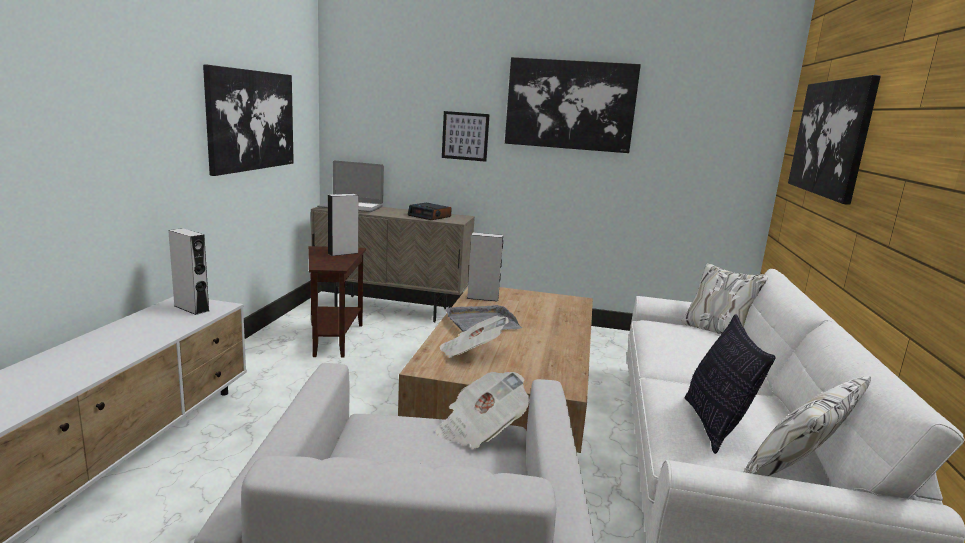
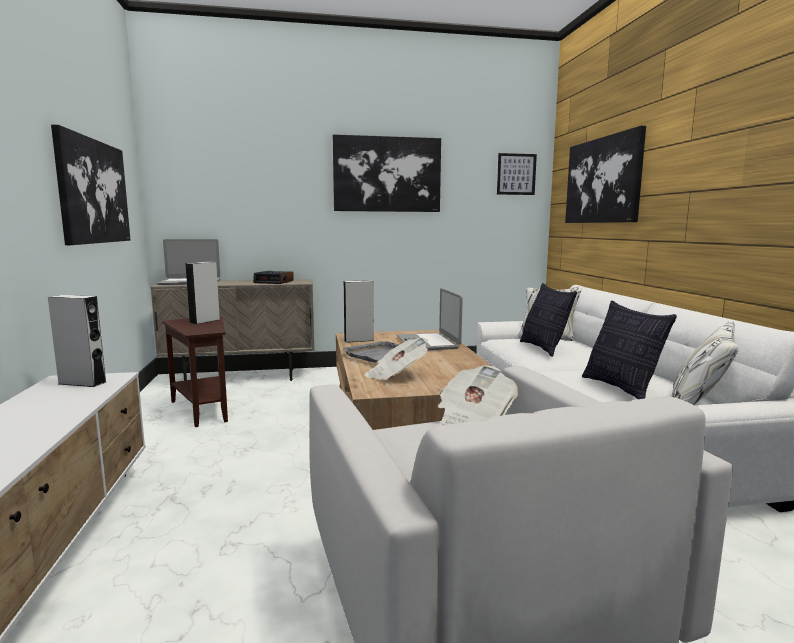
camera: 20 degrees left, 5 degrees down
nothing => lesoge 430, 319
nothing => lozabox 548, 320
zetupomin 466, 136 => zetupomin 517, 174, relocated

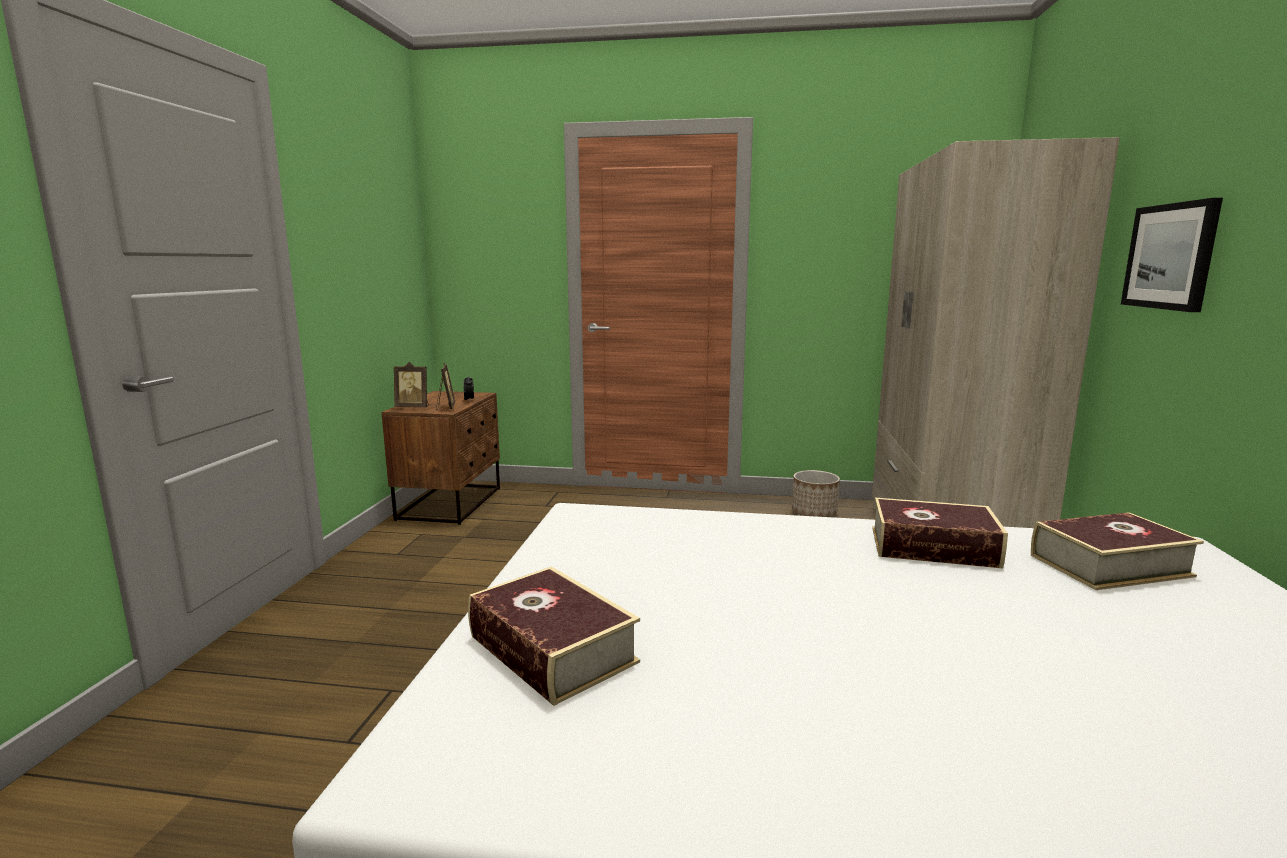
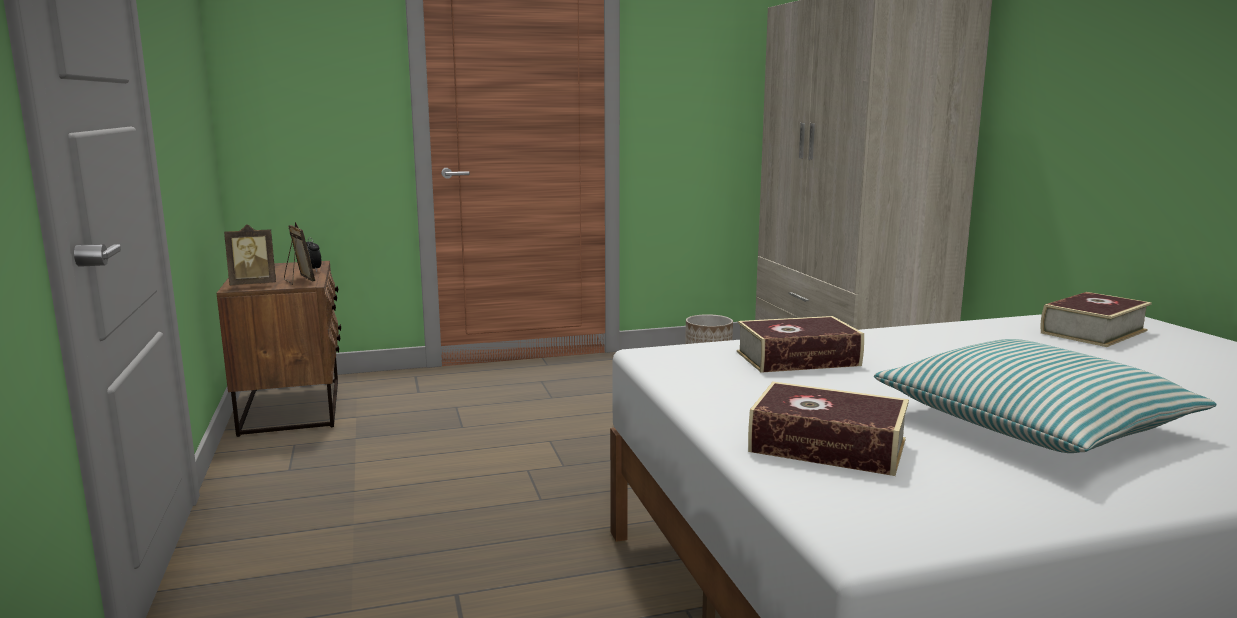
camera: 25 degrees left, 0 degrees up
zetupomin 1172, 255 => nothing
nothing => lozabox 1045, 396
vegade 940, 533 => vegade 800, 344, relocated

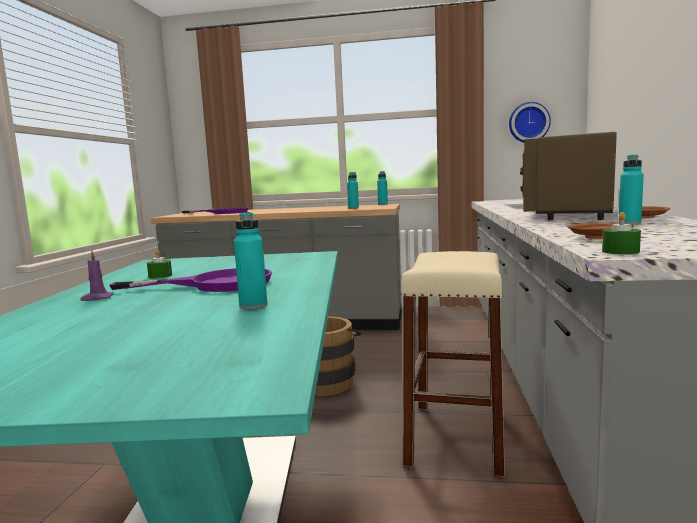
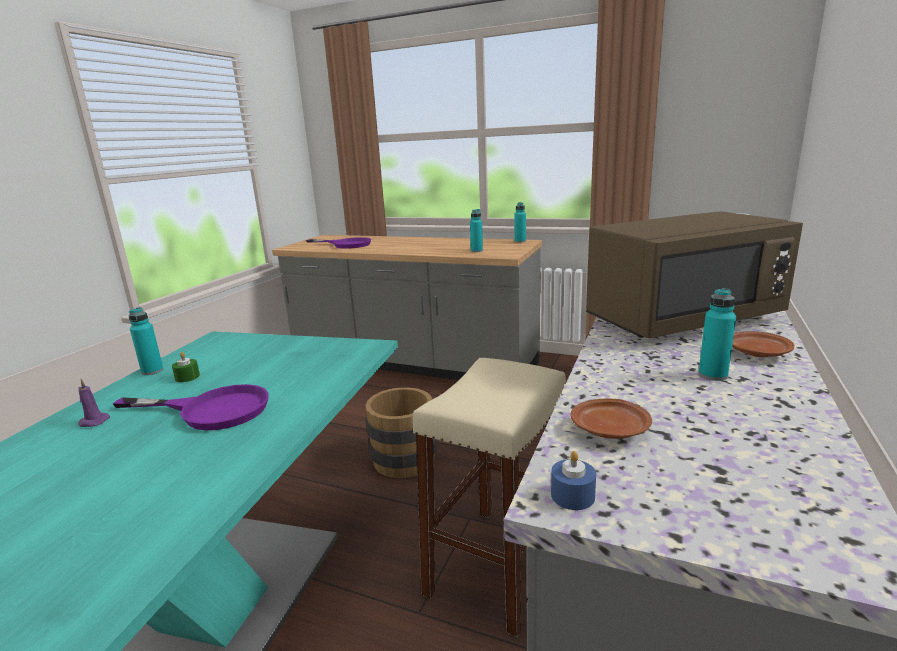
camera: 15 degrees right, 10 degrees up
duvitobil 530, 122 => nothing
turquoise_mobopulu 251, 260 => turquoise_mobopulu 146, 341, relocated
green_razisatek 621, 233 => blue_razisatek 573, 480
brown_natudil 568, 176 => brown_natudil 694, 274, 150 degrees counterclockwise

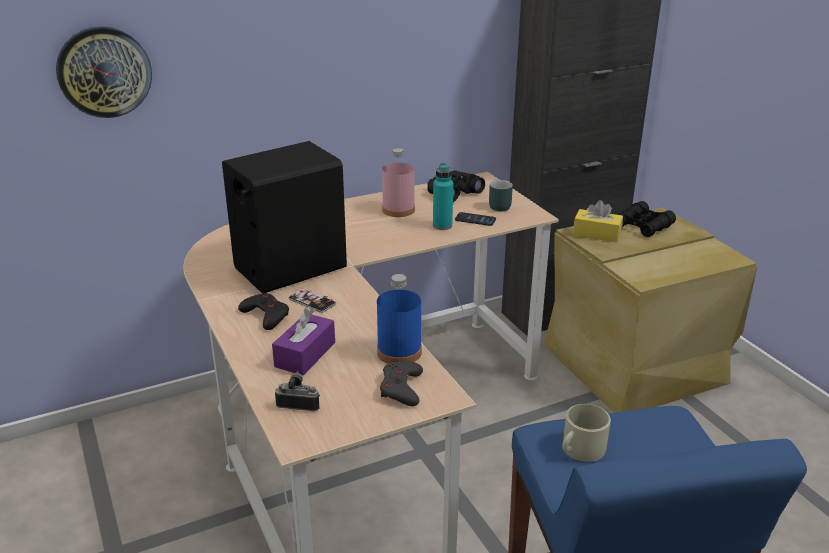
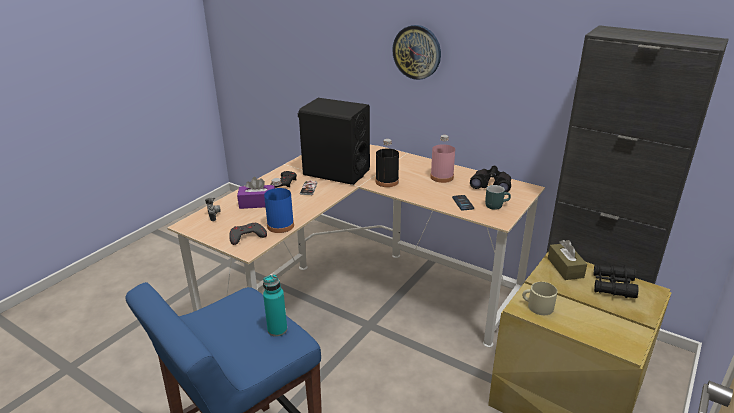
camera: 60 degrees right, 0 degrees up
nothing => black_mobopulu 387, 163
duvitobil 104, 72 => duvitobil 416, 52, relocated
turquoise_mobopulu 443, 196 => turquoise_mobopulu 275, 305, relocated
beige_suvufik 586, 433 => beige_suvufik 540, 298, relocated
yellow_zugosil 598, 221 => brown_zugosil 567, 260

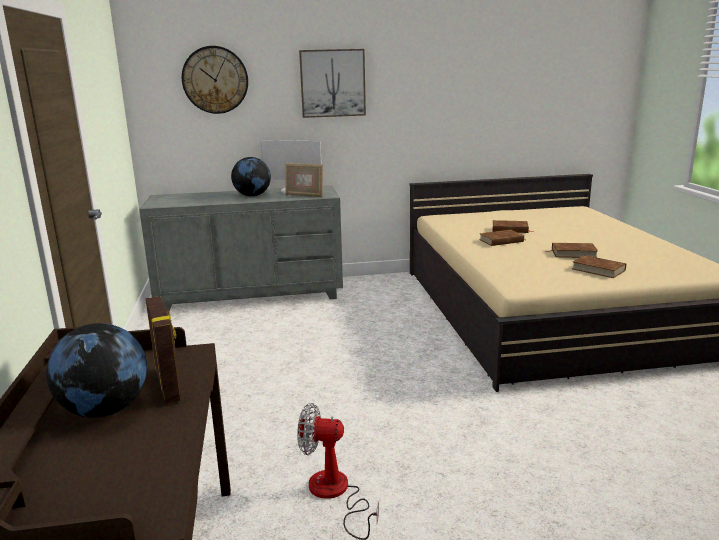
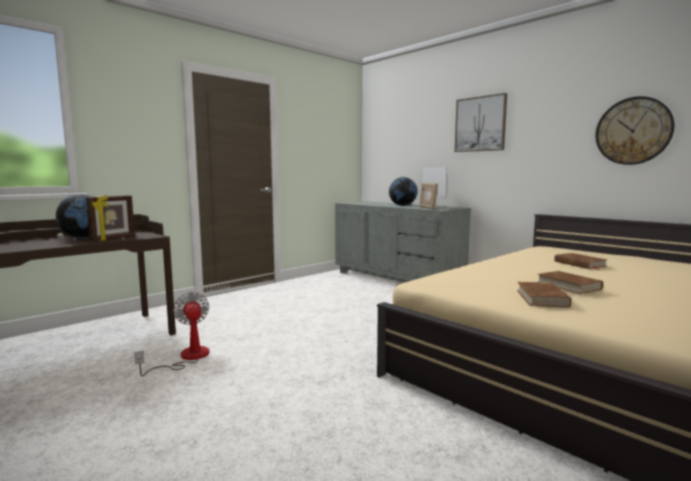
camera: 55 degrees right, 10 degrees down
brown_vegade 501, 238 => nothing
duvitobil 215, 80 => duvitobil 635, 130, relocated

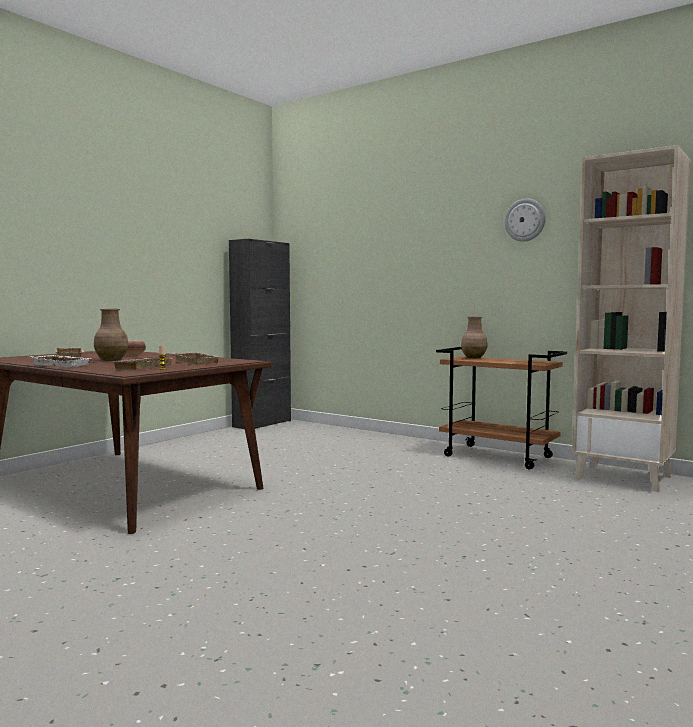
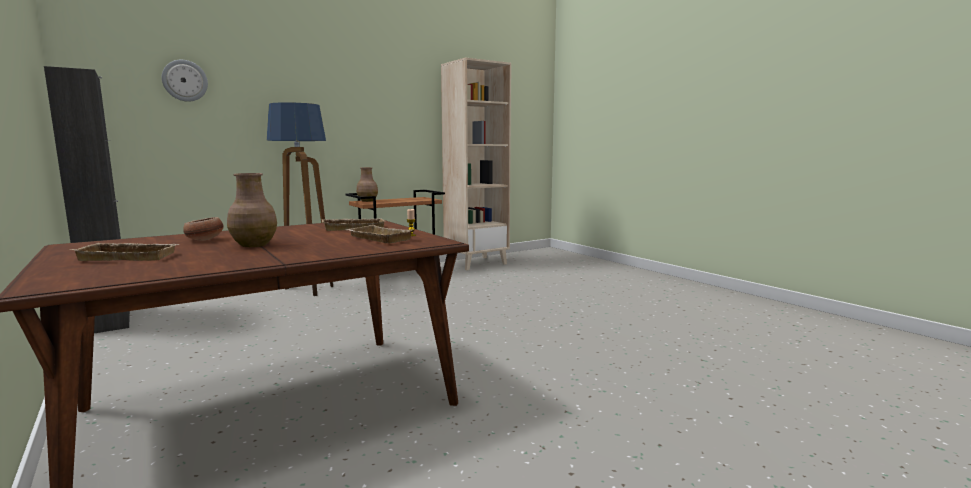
camera: 70 degrees left, 5 degrees up
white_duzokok 61, 361 => nothing
nothing => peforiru 300, 199
duvitobil 525, 220 => duvitobil 185, 81, relocated

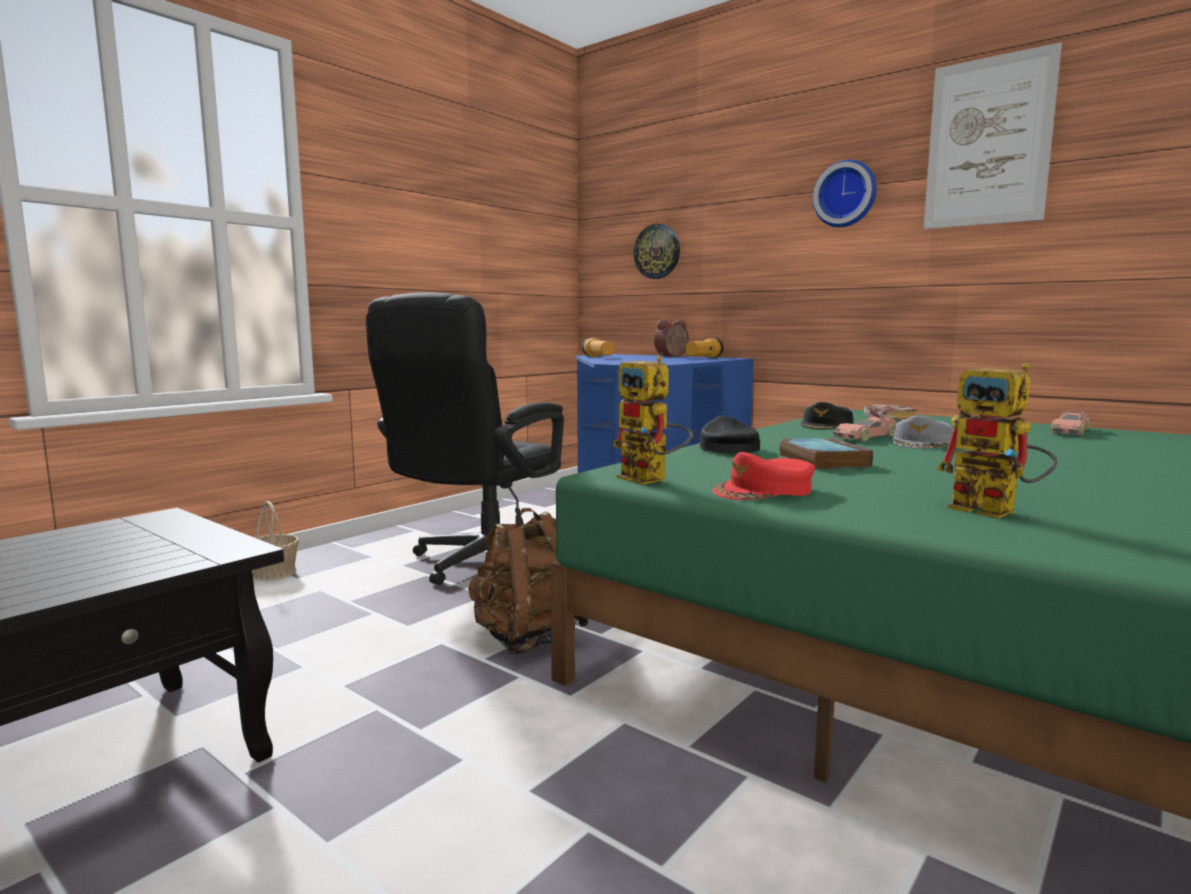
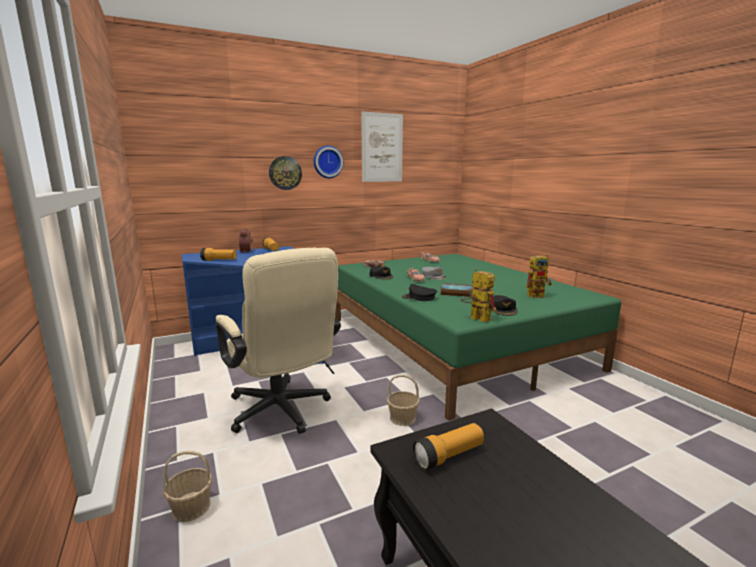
camera: 65 degrees left, 5 degrees up
nothing => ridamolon 448, 446
duvitobil 657, 251 => duvitobil 285, 173, relocated
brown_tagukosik 528, 581 => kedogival 403, 400
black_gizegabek 465, 438 => beige_gizegabek 278, 341
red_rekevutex 764, 476 => black_rekevutex 503, 305
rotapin 653, 420 => rotapin 479, 295, 120 degrees counterclockwise

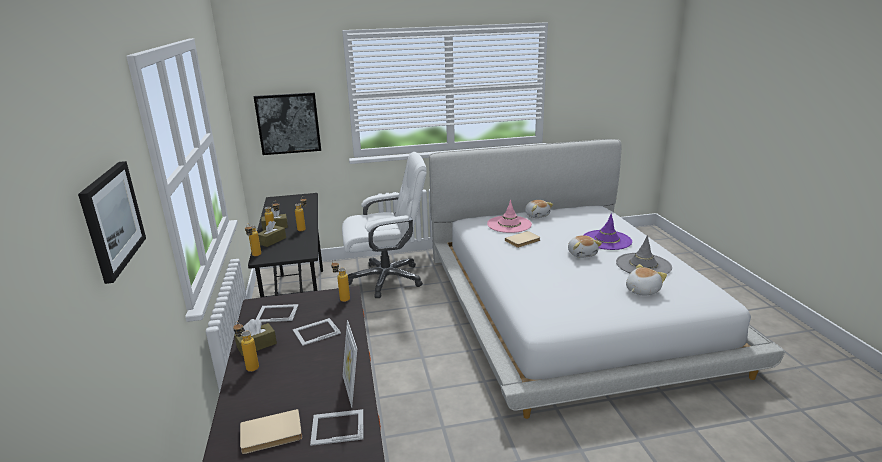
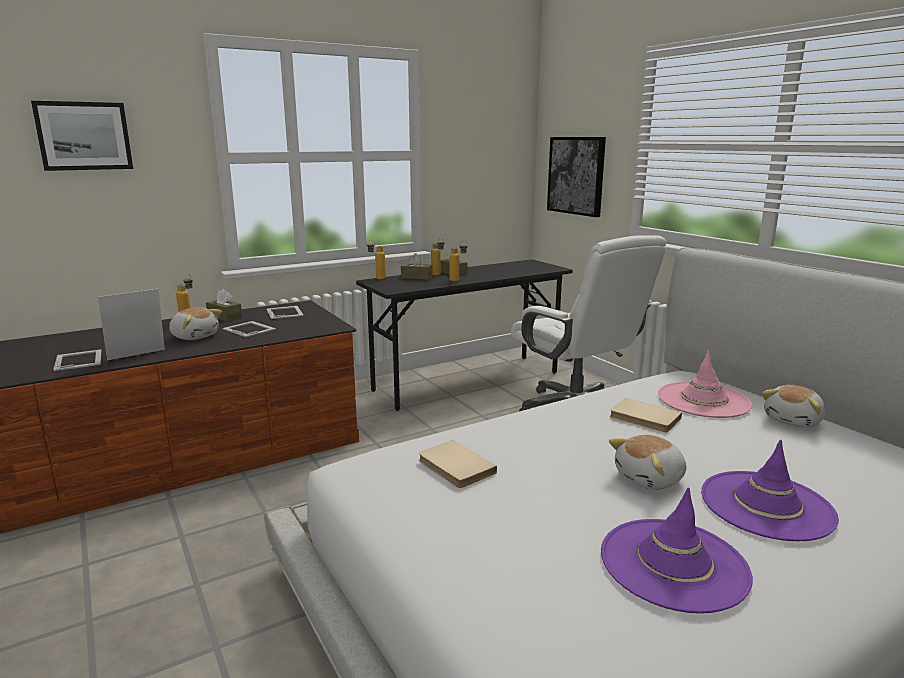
camera: 70 degrees right, 5 degrees down
mobopulu 340, 281 => nothing
beige_vegade 271, 431 => beige_vegade 458, 464, relocated
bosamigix 646, 280 => bosamigix 195, 323, relocated
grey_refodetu 644, 254 => purple_refodetu 677, 550

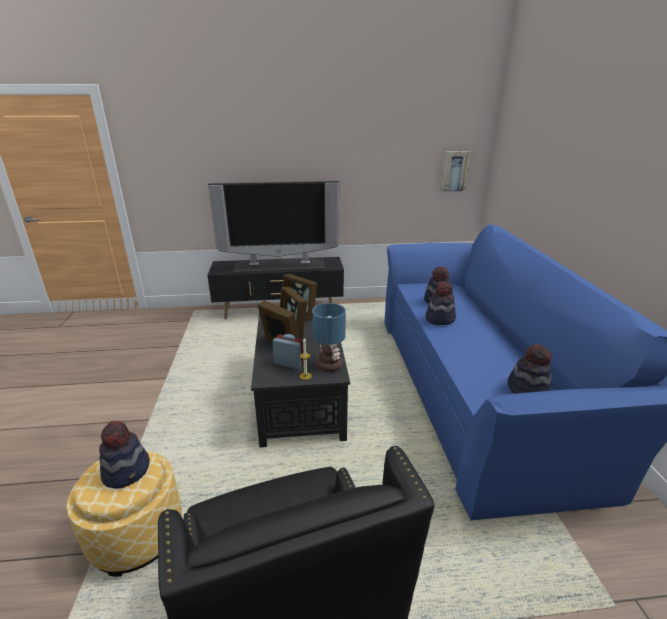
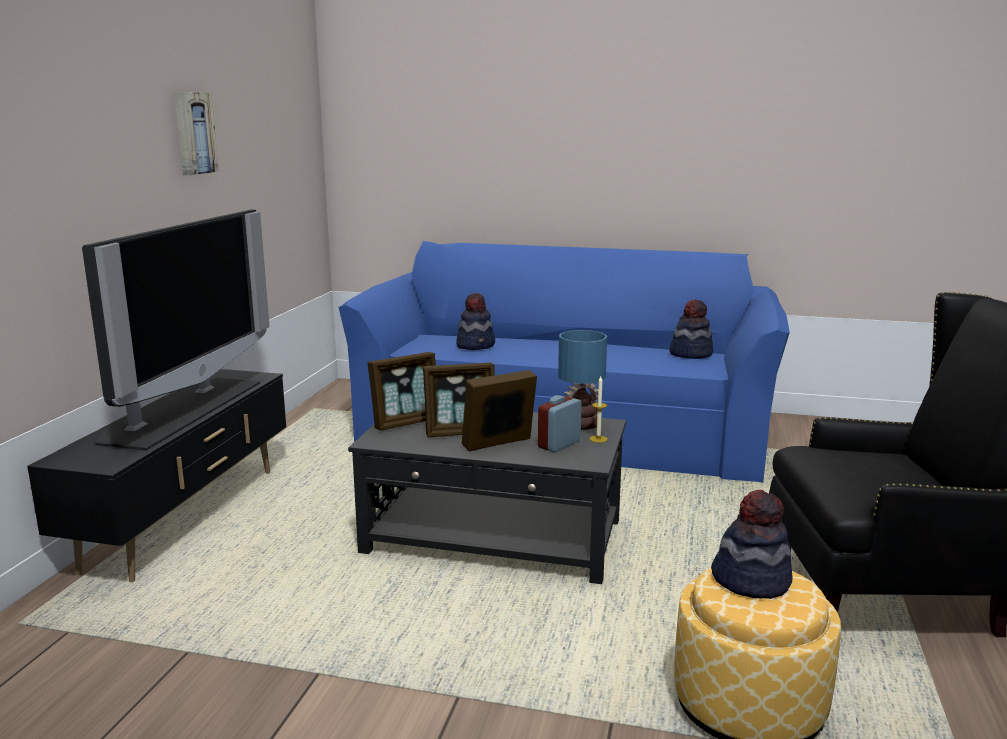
camera: 70 degrees left, 10 degrees down
refodetu 441, 303 => nothing
zetupomin 455, 171 => zetupomin 196, 133, relocated

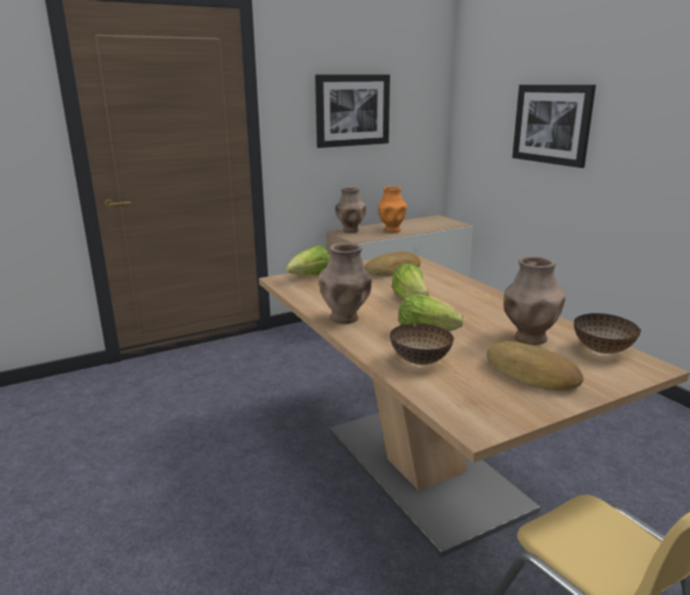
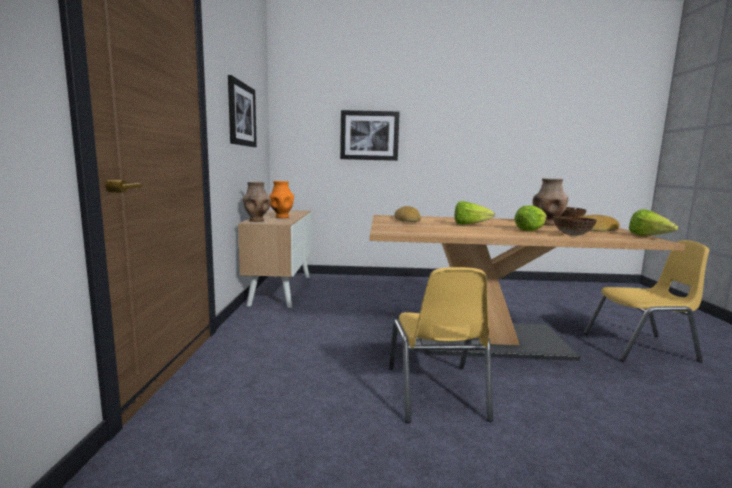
camera: 60 degrees left, 10 degrees down
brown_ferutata 345, 283 => nothing
nothing => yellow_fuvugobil 441, 345
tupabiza 308, 260 => tupabiza 653, 222, relocated

